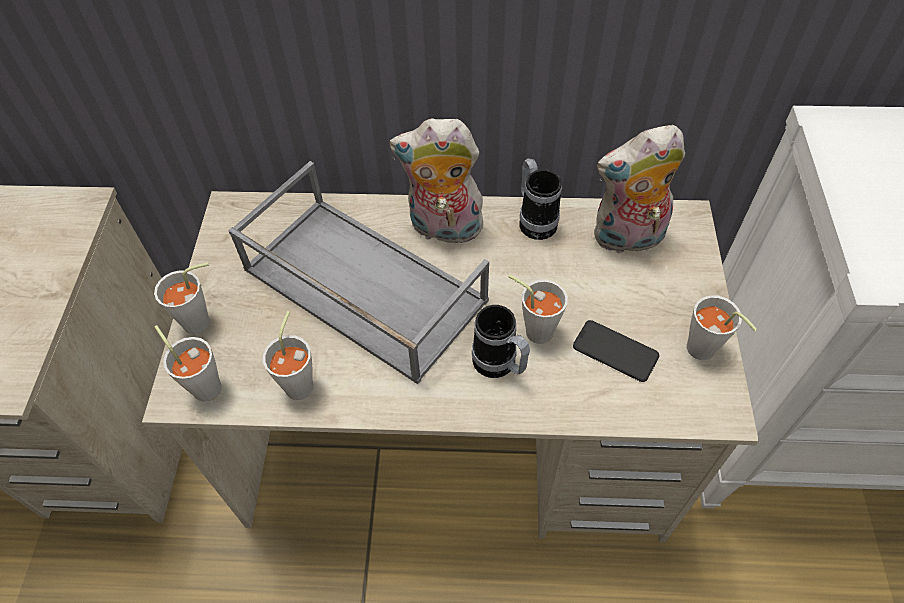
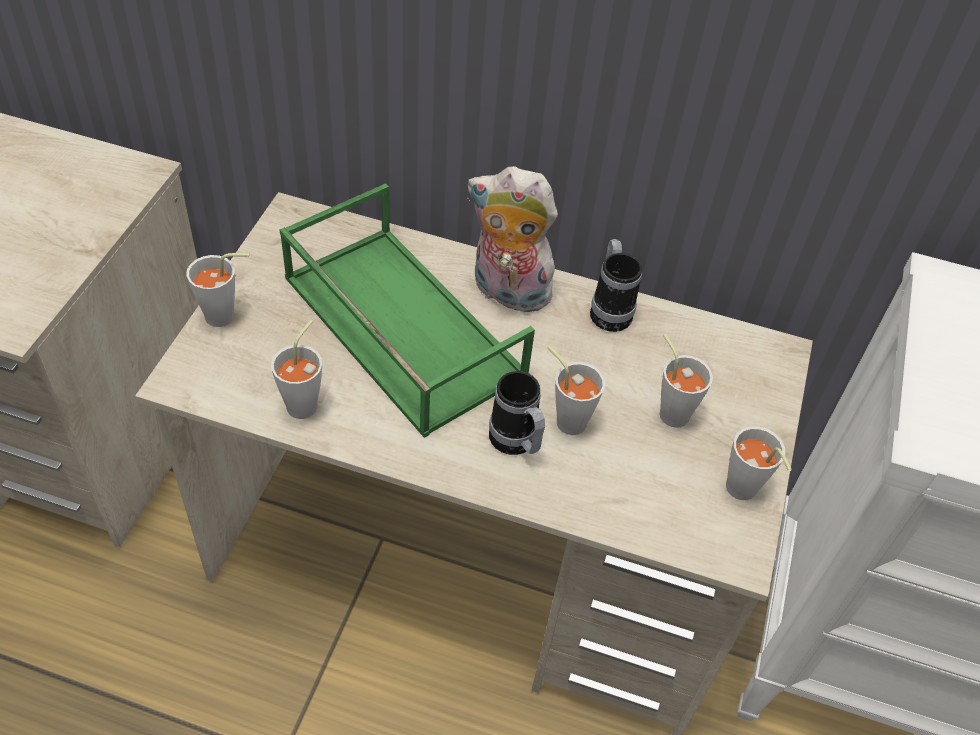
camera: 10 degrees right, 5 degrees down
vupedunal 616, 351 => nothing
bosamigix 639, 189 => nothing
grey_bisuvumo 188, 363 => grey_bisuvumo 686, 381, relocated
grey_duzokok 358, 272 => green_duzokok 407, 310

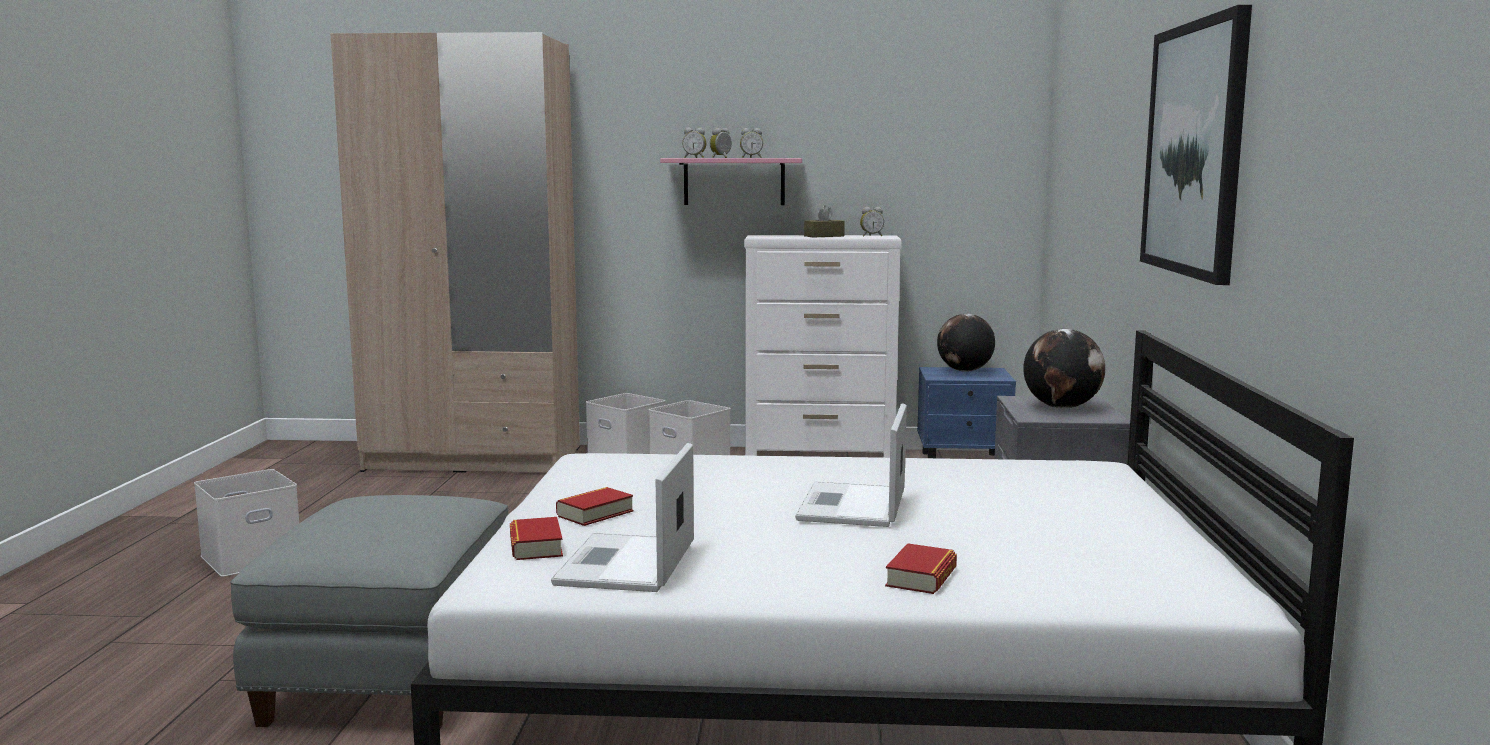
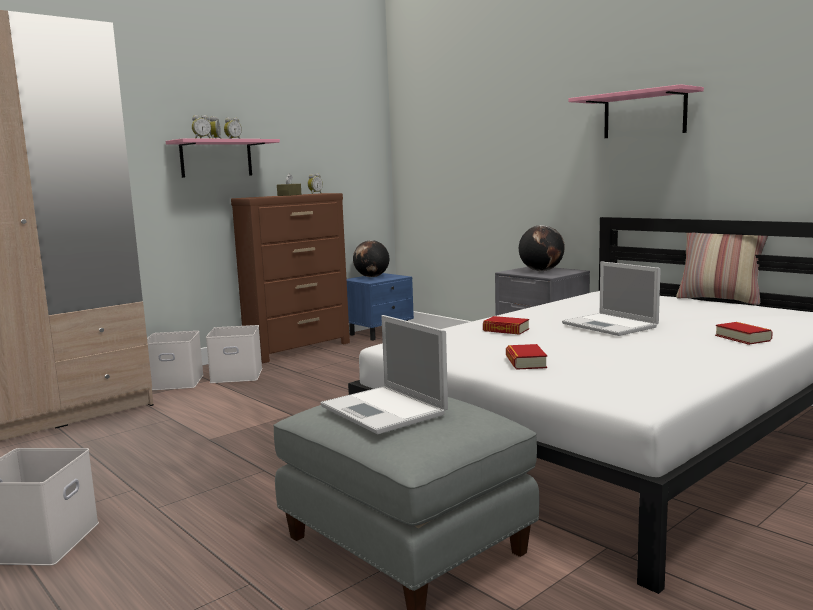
camera: 45 degrees left, 0 degrees up
nothing => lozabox 722, 269
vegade 536, 538 => vegade 506, 325, relocated
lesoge 622, 517 => lesoge 384, 374, relocated
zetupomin 1196, 145 => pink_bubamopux 636, 111
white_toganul 823, 346 => brown_toganul 290, 278

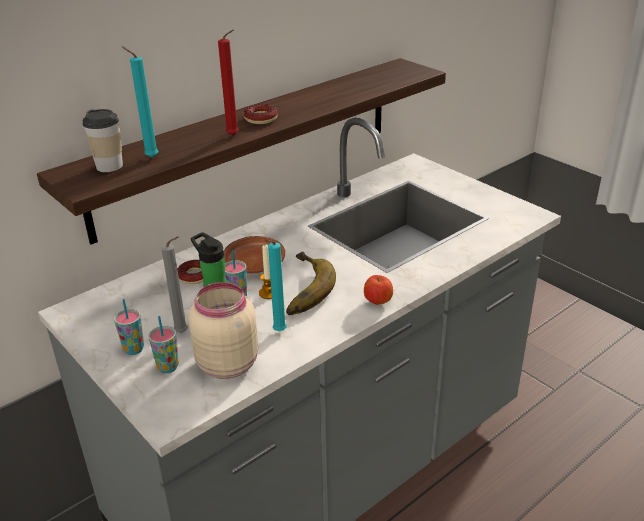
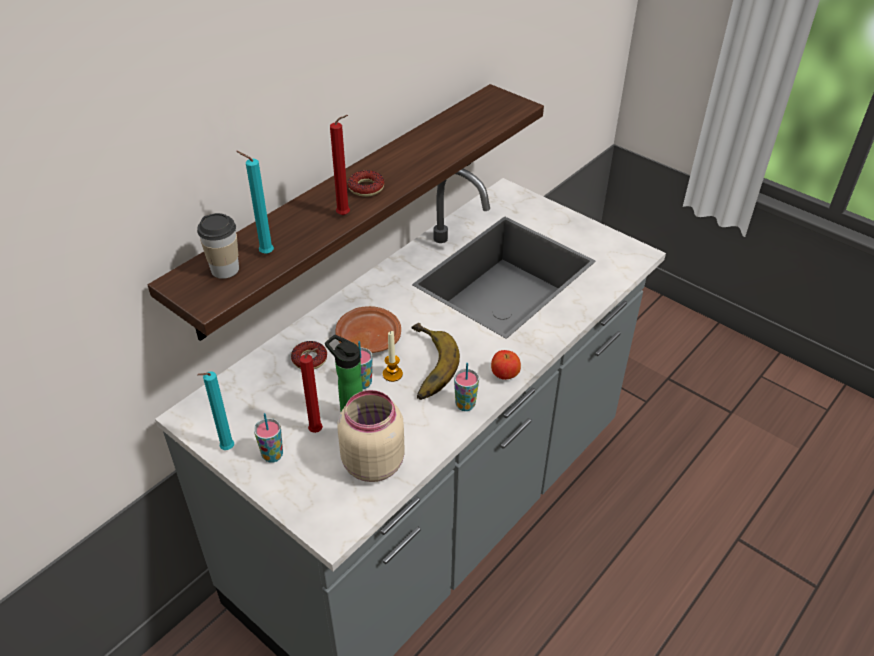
camera: 10 degrees left, 10 degrees up
bisuvumo 164, 344 => bisuvumo 466, 387, relocated
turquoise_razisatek 275, 285 => turquoise_razisatek 216, 410, relocated
grey_razisatek 175, 285 => red_razisatek 311, 390

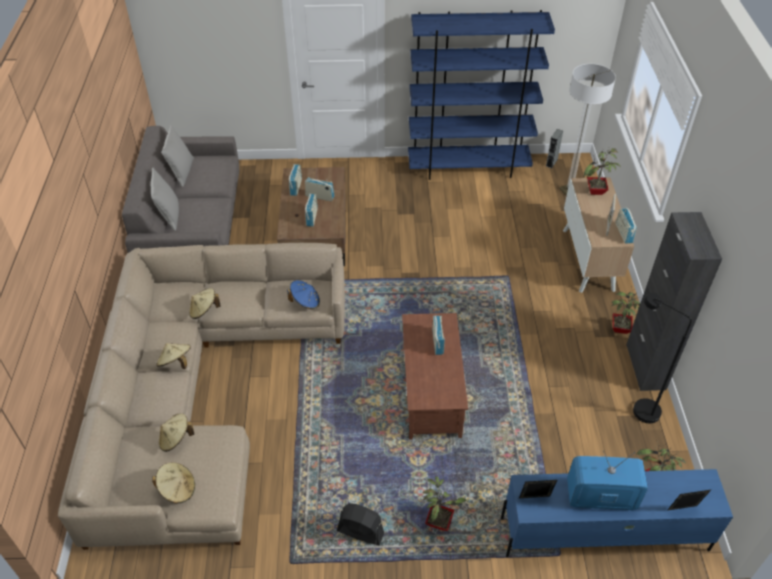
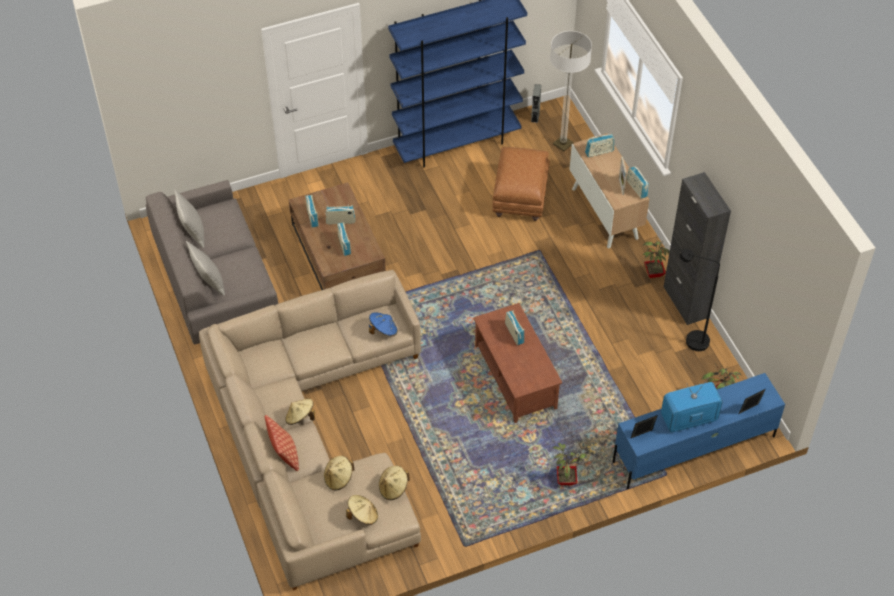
camera: 20 degrees left, 5 degrees up
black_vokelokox 360, 524 => nothing
nothing => lozabox 282, 443
nothing => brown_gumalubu 521, 184
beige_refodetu 205, 303 => beige_refodetu 394, 483, relocated
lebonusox 602, 171 => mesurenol 599, 145

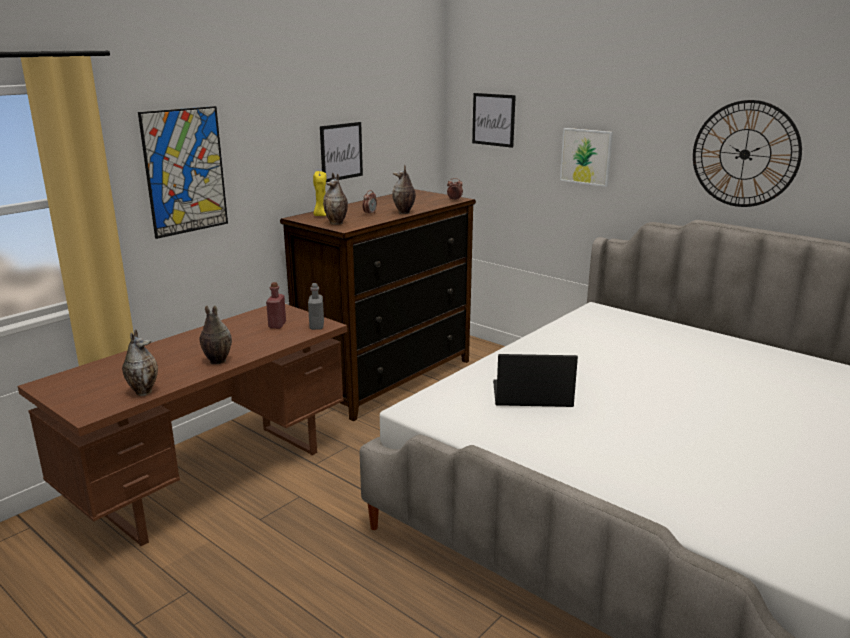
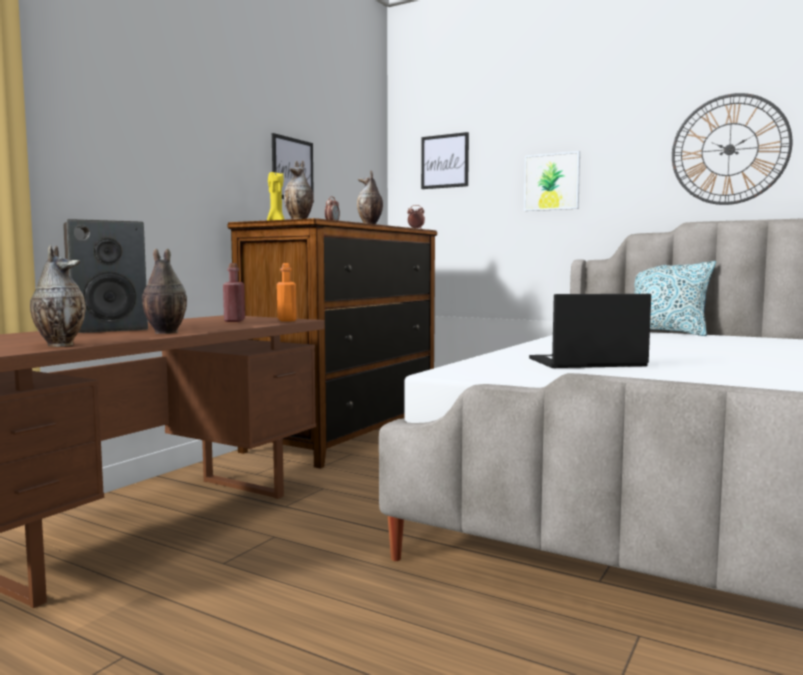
camera: 10 degrees left, 15 degrees down
zetupomin 183, 172 => nothing
nothing => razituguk 105, 276
nothing => lozabox 675, 298
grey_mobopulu 316, 306 => orange_mobopulu 287, 292

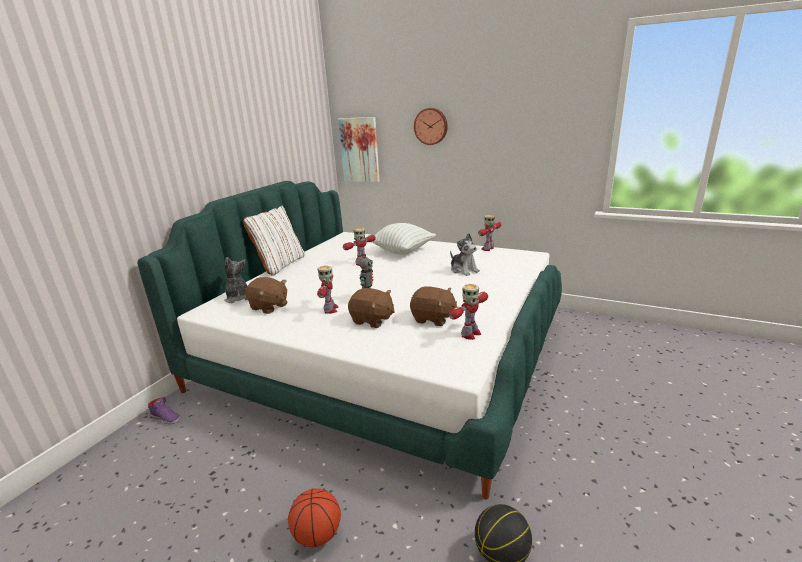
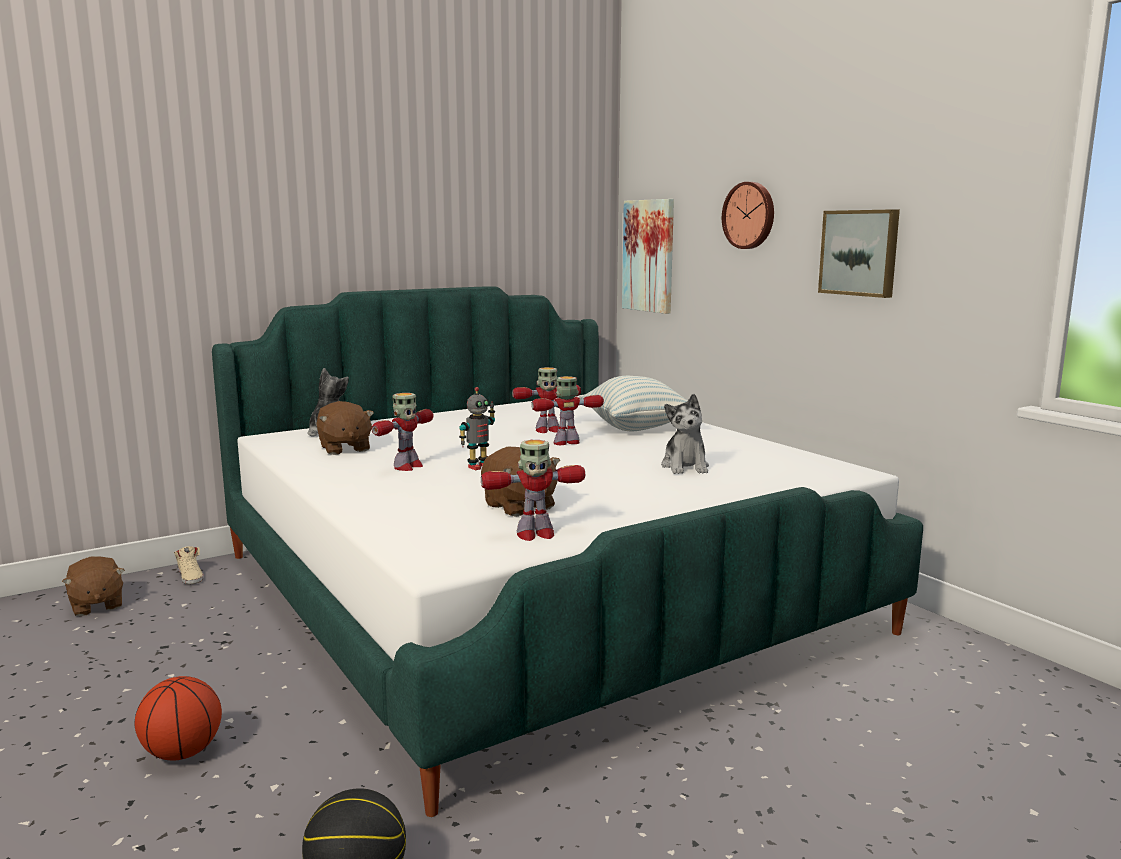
camera: 30 degrees right, 10 degrees down
white_lozabox 274, 241 => nothing
nothing => zetupomin 859, 253
brown_bosamigix 371, 308 => brown_bosamigix 93, 586, relocated
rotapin 489, 233 => rotapin 567, 410, relocated
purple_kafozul 164, 410 => beige_kafozul 188, 565

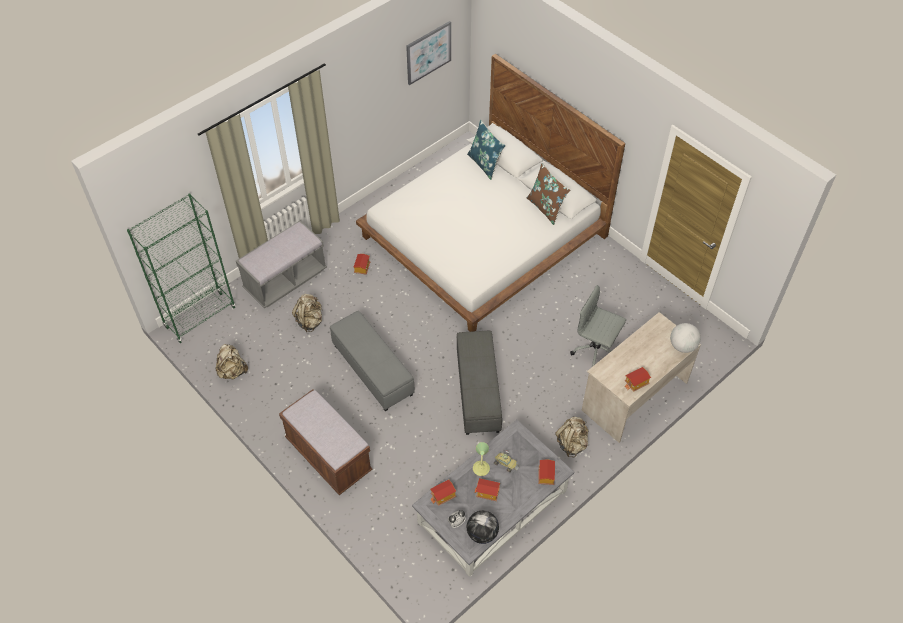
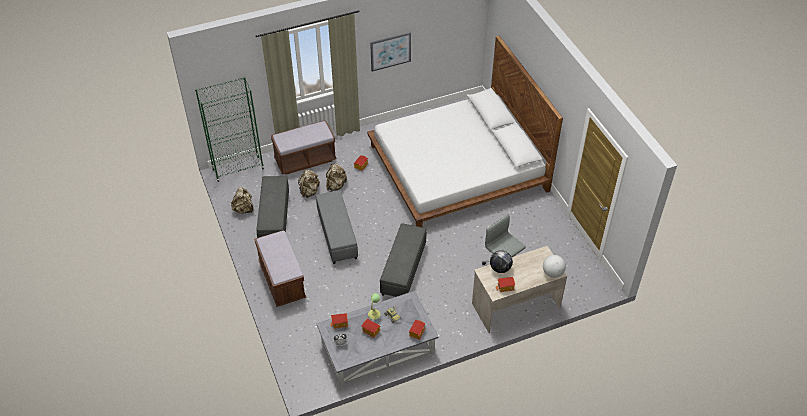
camera: 20 degrees right, 5 degrees down
blue_lozabox 486, 150 => nothing
brown_lozabox 548, 194 => nothing
nothing => grey_gumalubu 272, 207
zetupomin 428, 53 => zetupomin 390, 52, relocated
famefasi 483, 527 => famefasi 501, 261, relocated
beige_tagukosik 572, 437 => beige_tagukosik 336, 178, relocated
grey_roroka 281, 265 => brown_roroka 303, 147

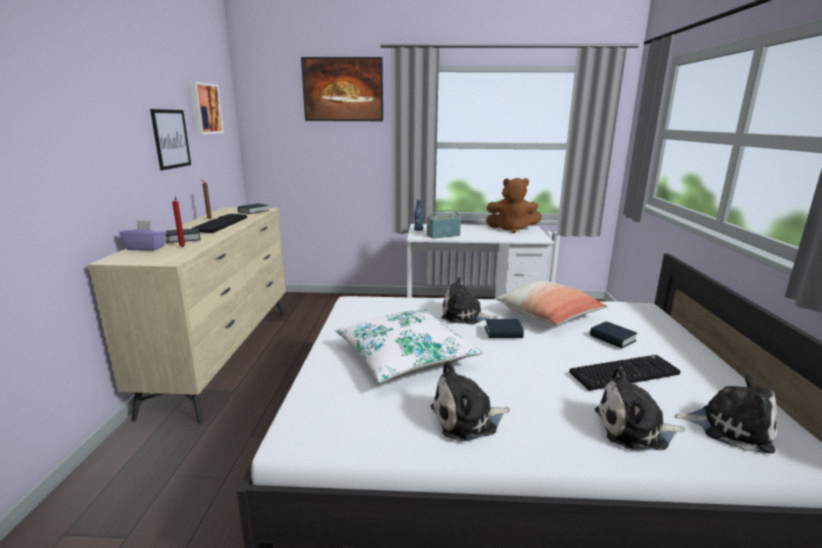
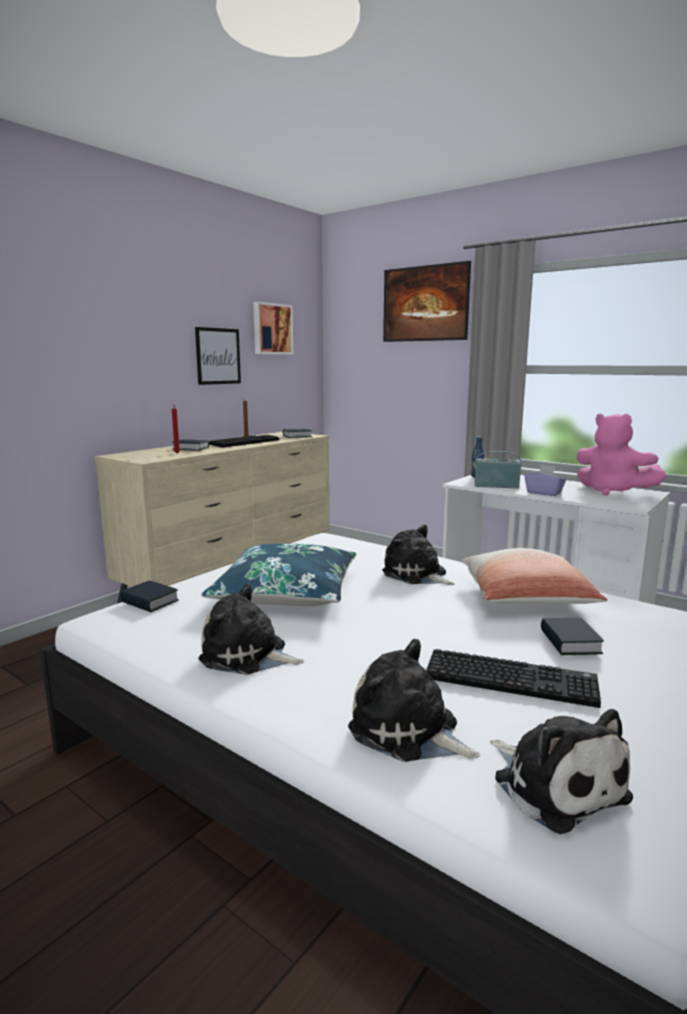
camera: 35 degrees right, 5 degrees down
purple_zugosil 142, 235 => purple_zugosil 545, 480, relocated
vegade 504, 328 => vegade 149, 596, relocated
white_lozabox 409, 346 => blue_lozabox 278, 575
brown_bosamigix 514, 205 => pink_bosamigix 621, 455

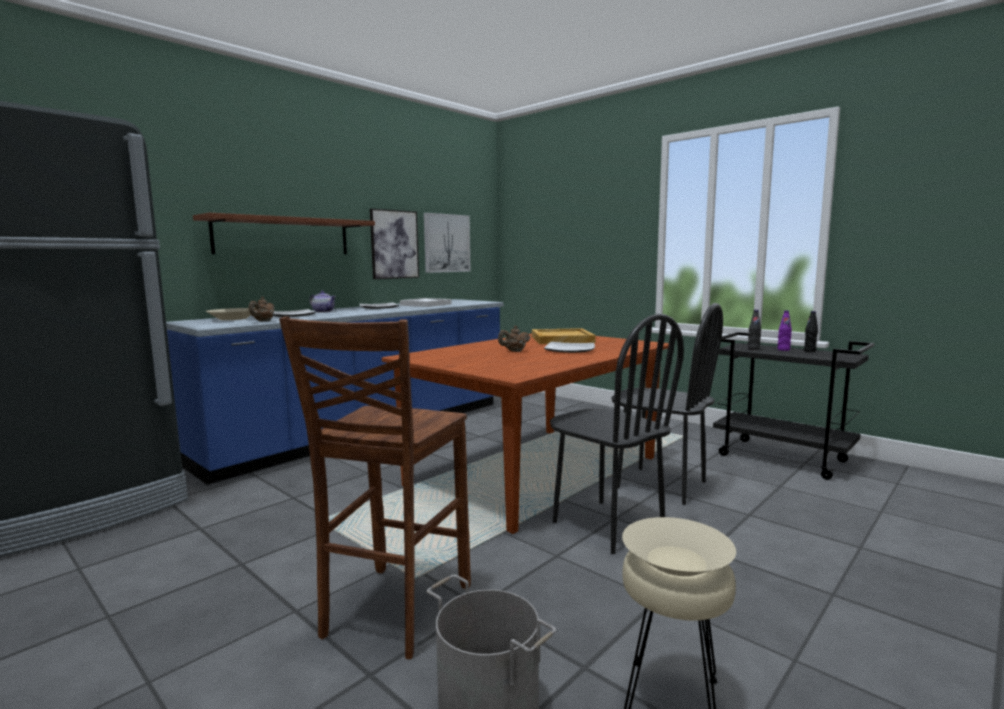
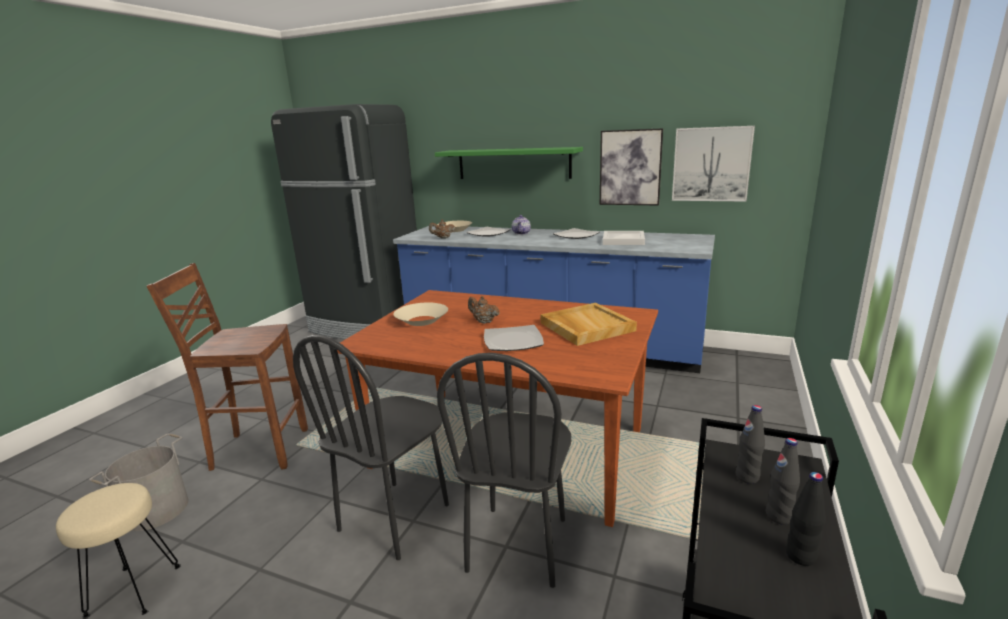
camera: 70 degrees right, 10 degrees up
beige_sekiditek 679, 546 => beige_sekiditek 420, 314, relocated
brown_bubamopux 284, 233 => green_bubamopux 509, 163
purple_mobopulu 785, 330 => black_mobopulu 783, 481

